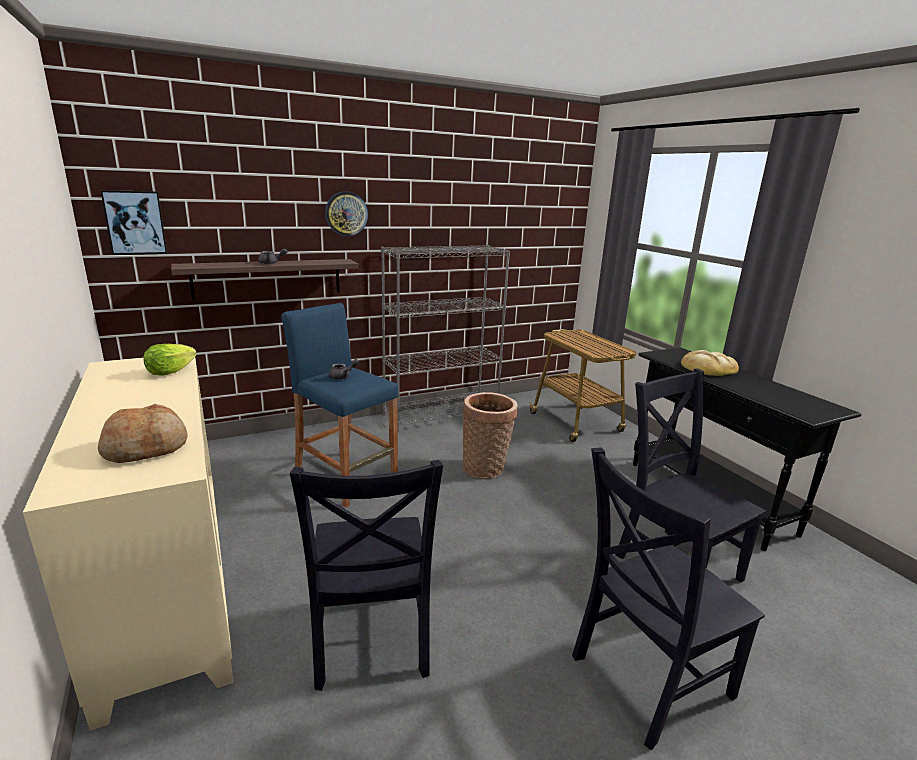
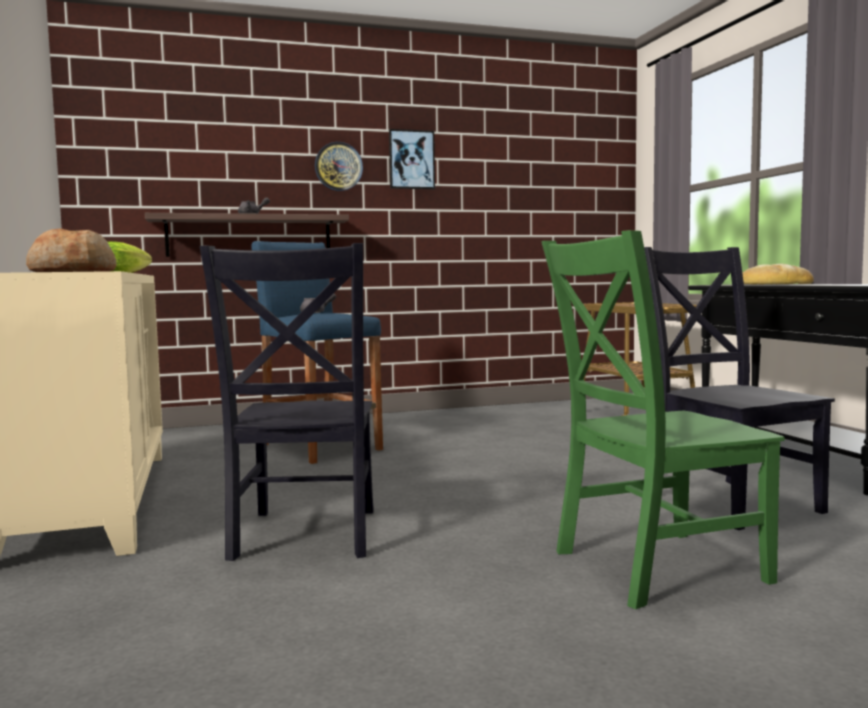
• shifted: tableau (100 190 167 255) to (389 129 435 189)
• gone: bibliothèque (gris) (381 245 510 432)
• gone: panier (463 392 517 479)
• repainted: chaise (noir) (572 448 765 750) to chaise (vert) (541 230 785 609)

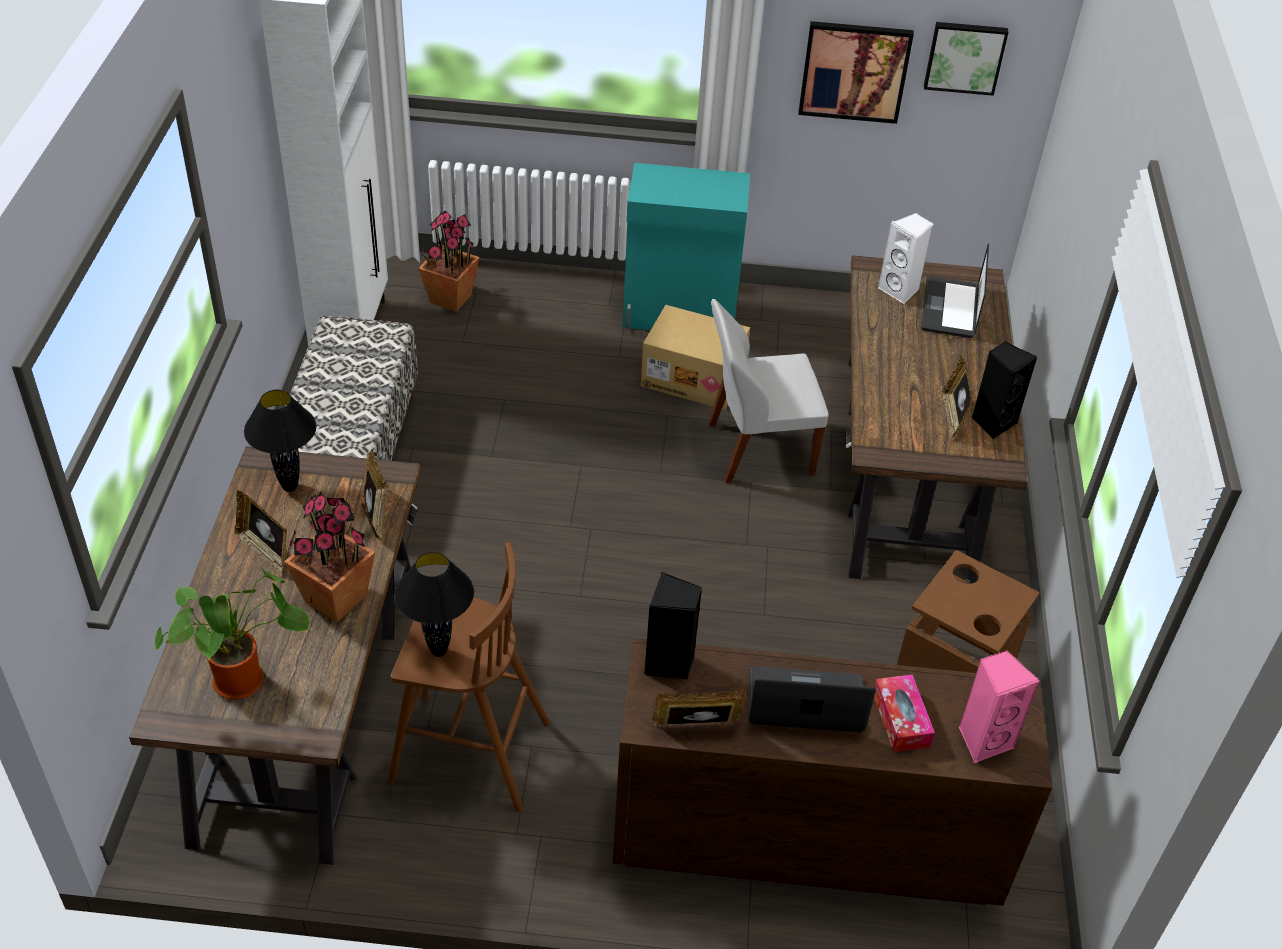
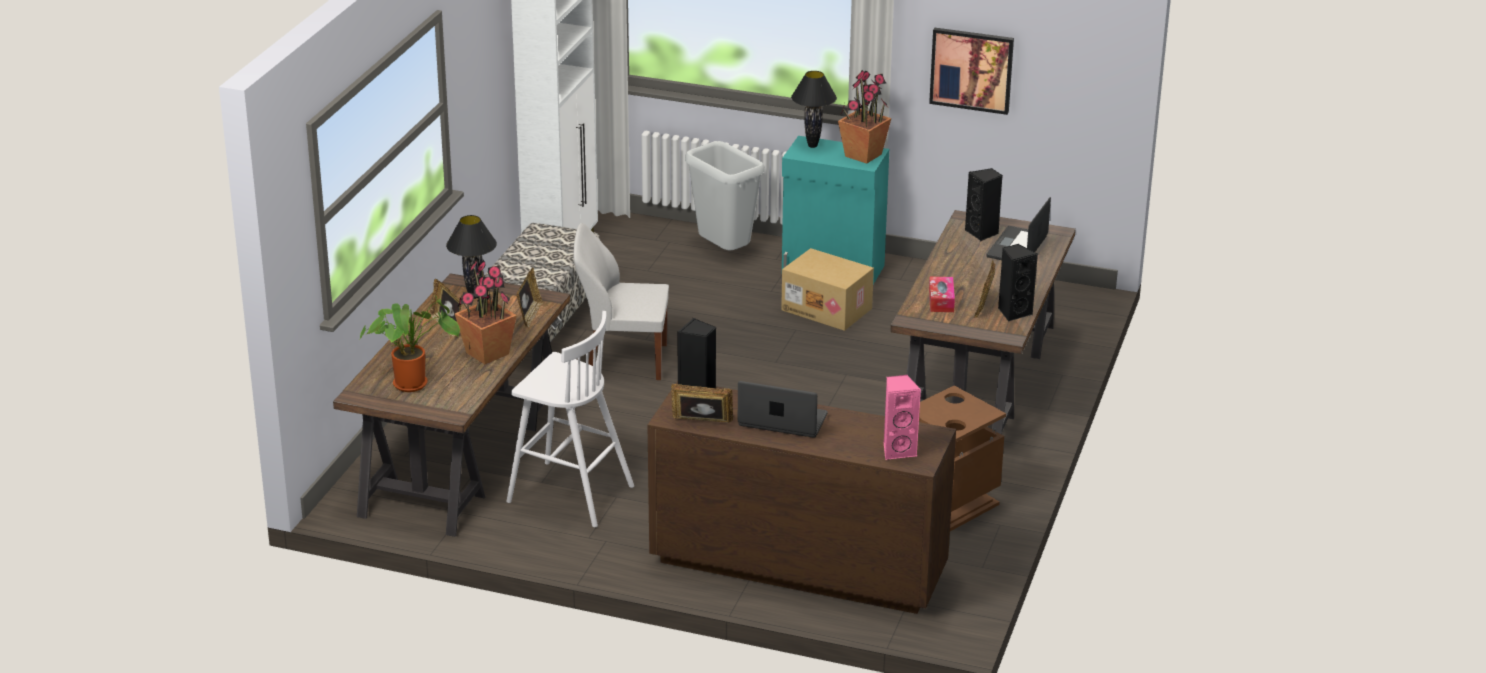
• repainted: tabouret (marron) (388 542 550 812) to tabouret (blanc) (506 311 634 527)
• shifted: lampe de table (noir) (395 552 474 657) to (791 71 837 148)
• shifted: plante en pot (418 210 479 312) to (838 70 891 164)
• shifted: chaise (blanc) (709 299 829 483) to (573 223 669 380)
• shifted: boîte à mouchoirs (874 674 935 752) to (929 276 955 312)
• repainted: enceinte (blanc) (878 213 933 304) to enceinte (noir) (965 168 1003 241)
• gone: tableau (924 22 1008 96)
• new: poubelle (gris) (685 141 765 250)

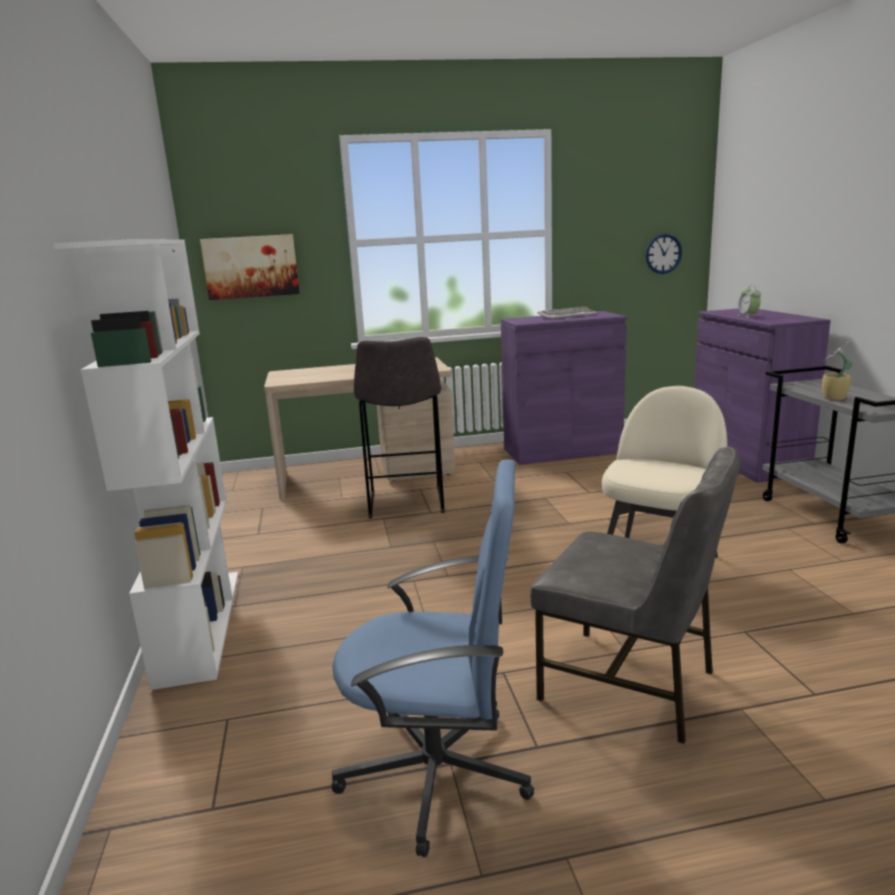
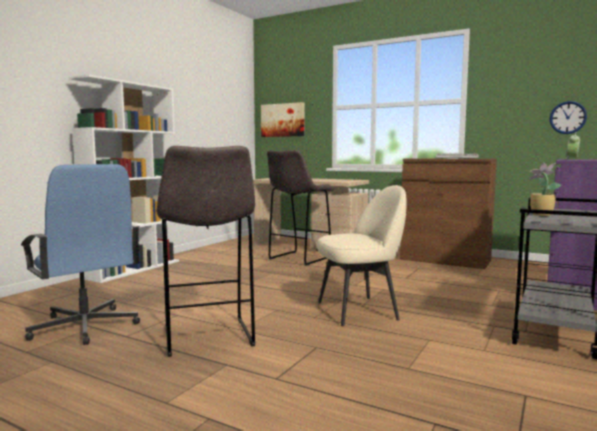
• repainted: meuble de rangement (violet) (501 311 627 465) to meuble de rangement (marron) (400 158 497 269)
• swapped: chaise (gris) (530 447 741 744) to tabouret (gris) (157 146 255 357)

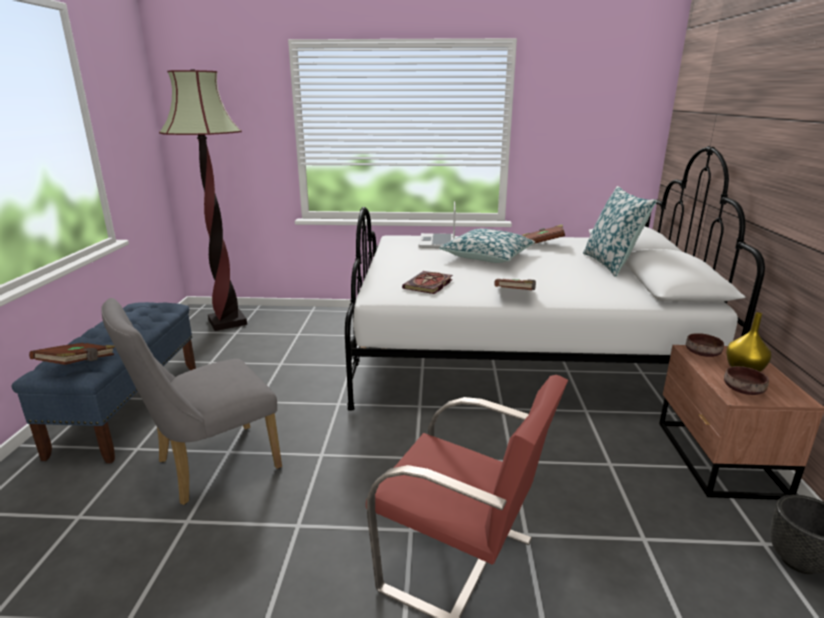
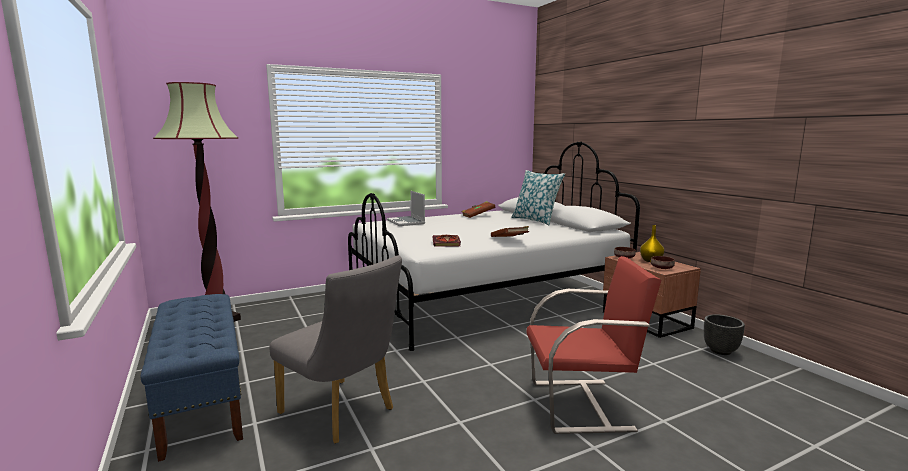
• gone: livre (marron) (29 343 115 365)
• rotated: chaise (gris) (101 298 282 505) = (269 256 402 444) 75 degrees counterclockwise
• gone: coussin (439 229 535 263)

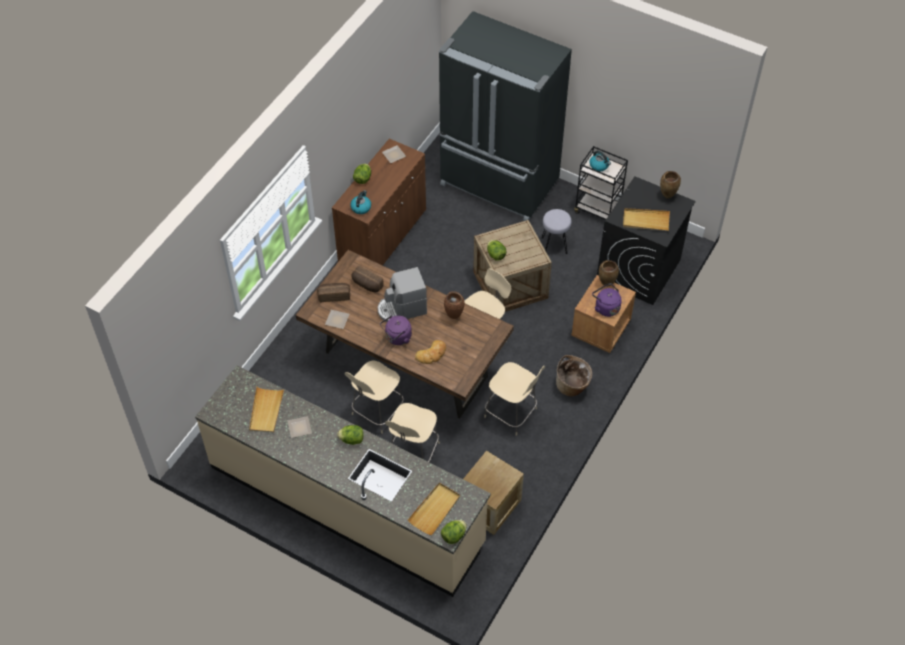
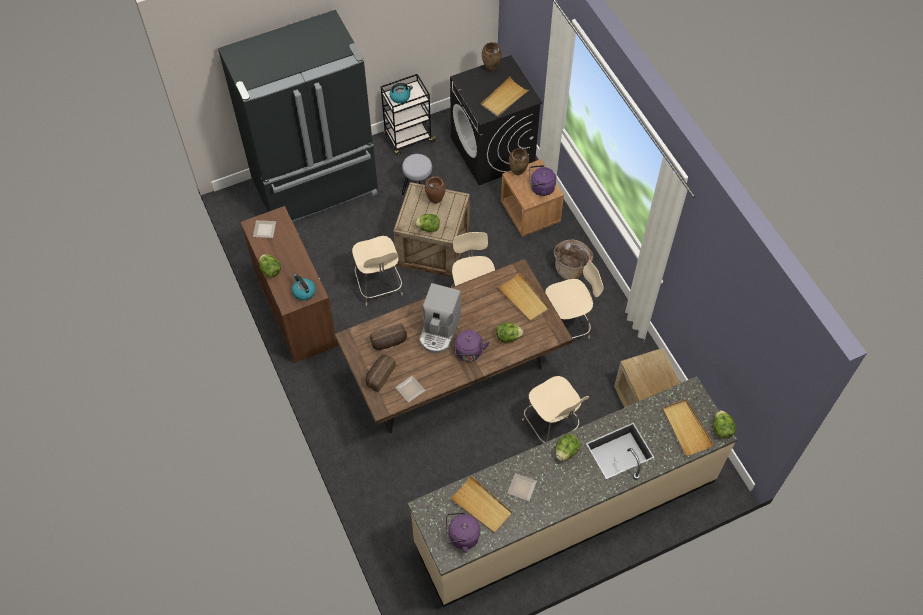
• shifted: chaise (beige) (345 360 404 434) to (352 236 403 306)
• swapped: pain (415 340 446 364) to laitue (496 322 523 342)
• shifted: vase (marron) (444 291 465 319) to (425 176 446 204)
• new: bouilloire (violet) (446 513 480 553)
• new: plateau (beige) (497 272 549 322)

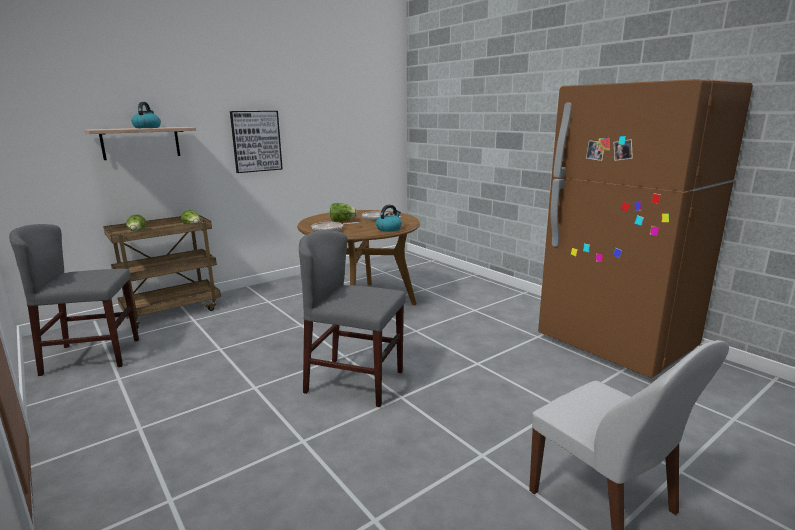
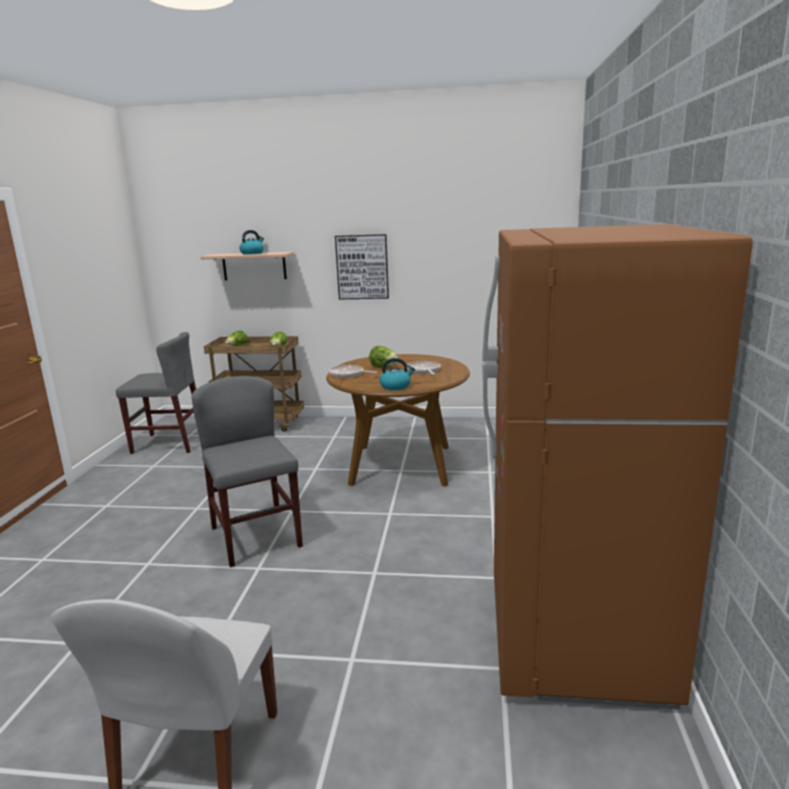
• rotated: chaise (gris) (9 224 139 376) = (116 332 196 454) 150 degrees clockwise

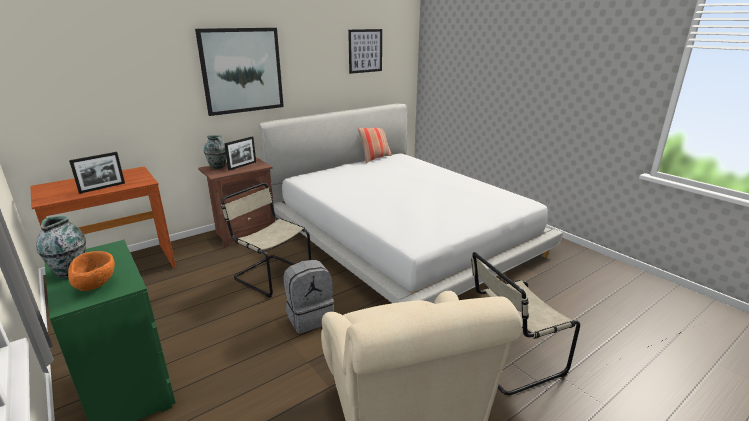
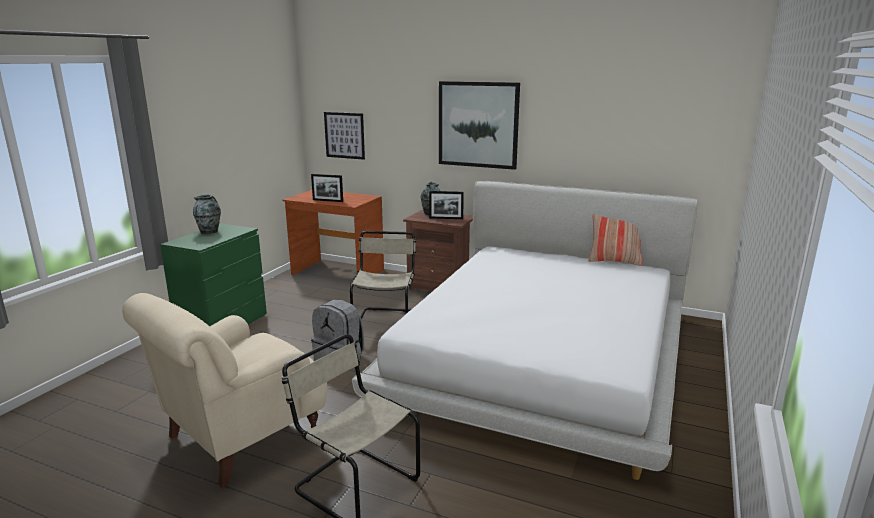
• gone: bol (orange) (68 251 115 291)
• shifted: tableau (348 29 382 74) to (324 112 365 160)

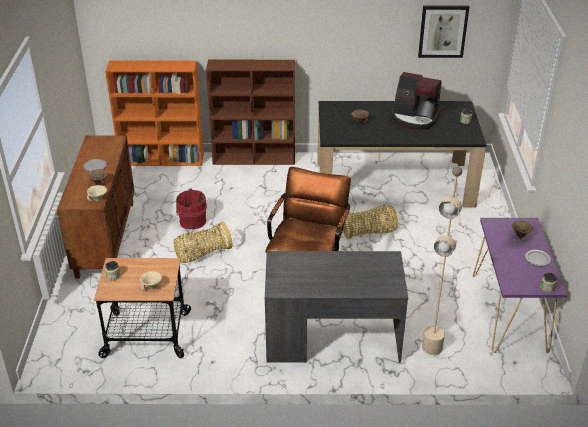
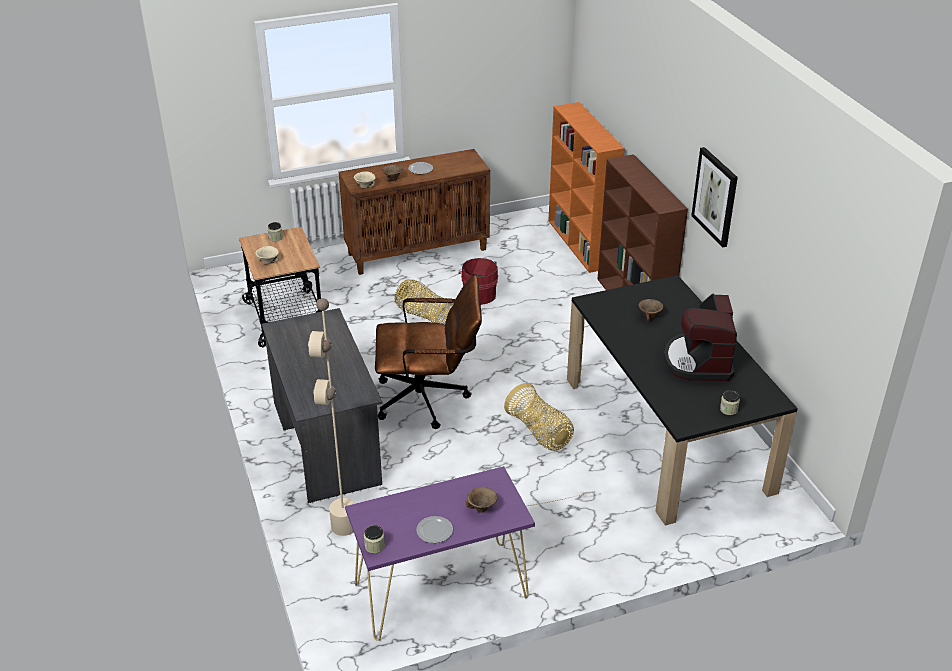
• shifted: tableau (418 6 469 58) to (691 147 738 248)

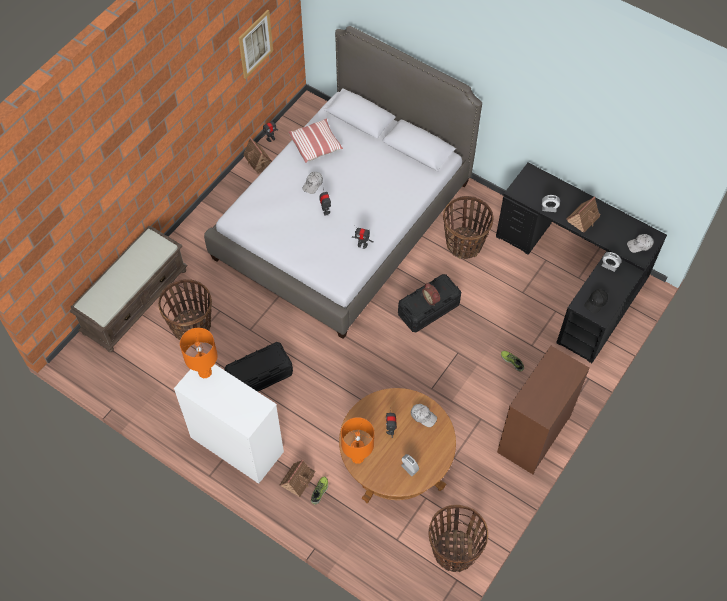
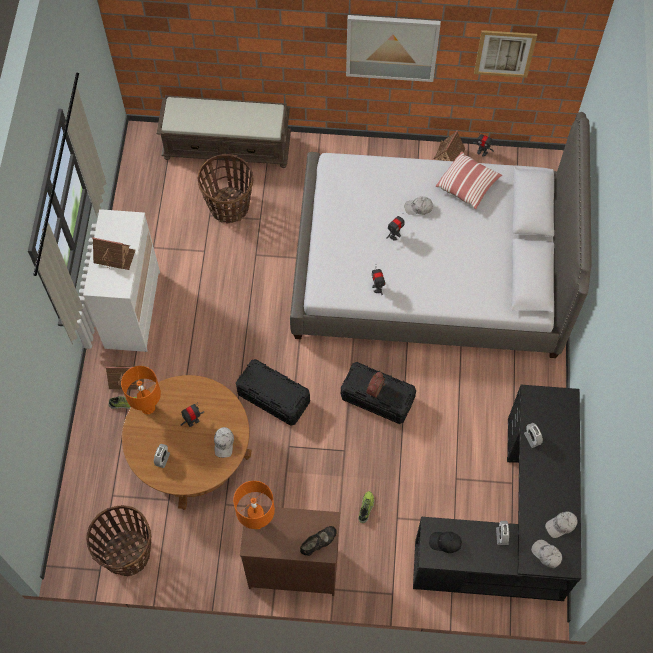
• shifted: lampe de table (orange) (180 328 218 378) to (233 481 275 529)
• shifted: boîte de rangement (noir) (224 342 293 392) to (236 359 310 426)
• gone: panier (443 196 493 259)
• shifted: maison miniature (567 196 601 232) to (92 237 135 270)
• new: chaussure (noir) (300 526 337 556)
• new: tableau (346 15 441 82)
• new: casquette (blanc) (545 512 578 538)

